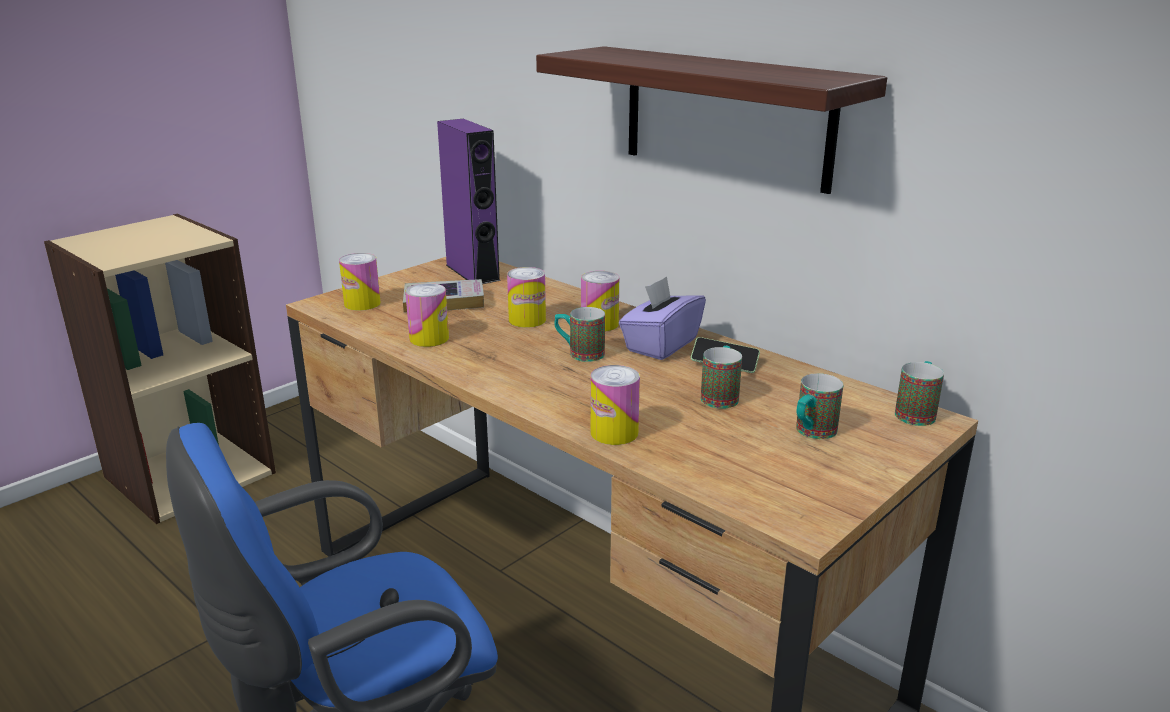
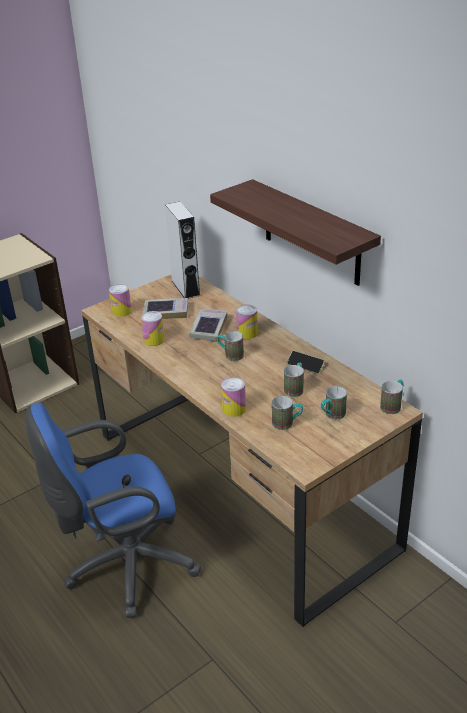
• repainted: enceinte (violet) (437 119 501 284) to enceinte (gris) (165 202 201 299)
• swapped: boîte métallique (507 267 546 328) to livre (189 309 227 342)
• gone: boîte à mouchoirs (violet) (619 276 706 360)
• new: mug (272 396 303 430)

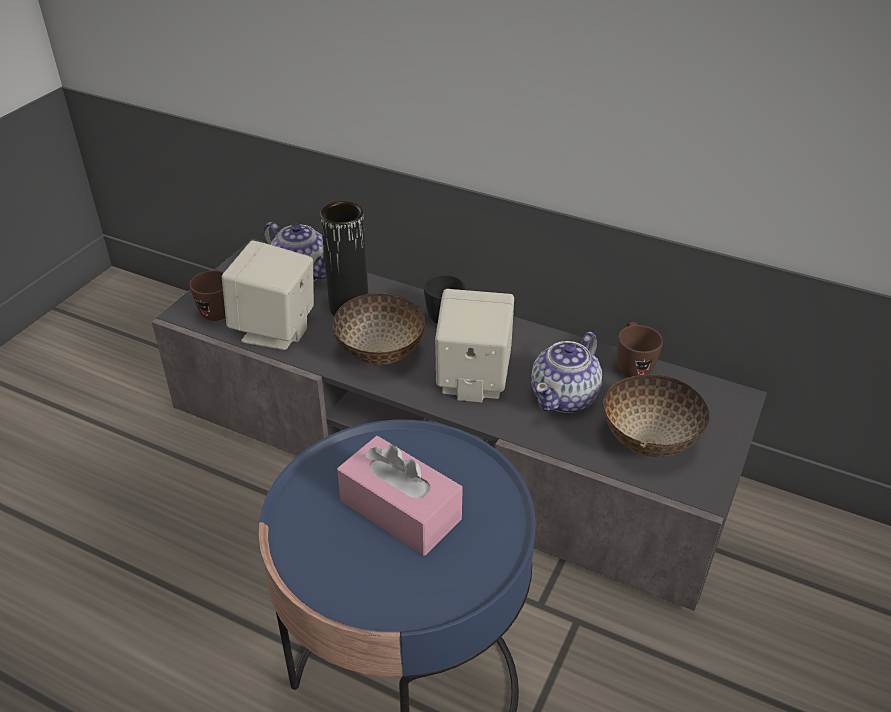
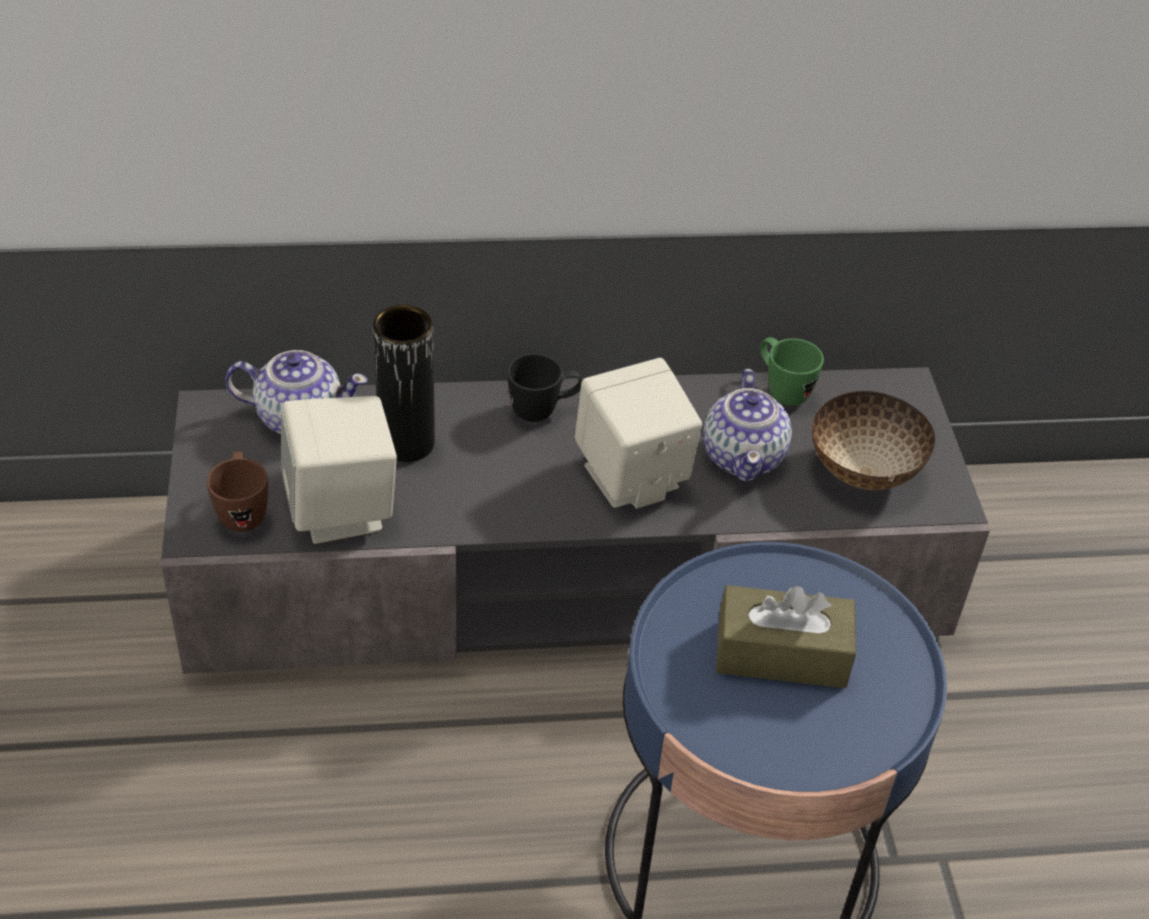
• gone: bol (332 293 425 365)
• repainted: boîte à mouchoirs (rose) (337 436 463 556) to boîte à mouchoirs (marron) (716 585 856 688)
• repainted: mug (marron) (617 322 663 377) to mug (vert) (760 337 824 406)

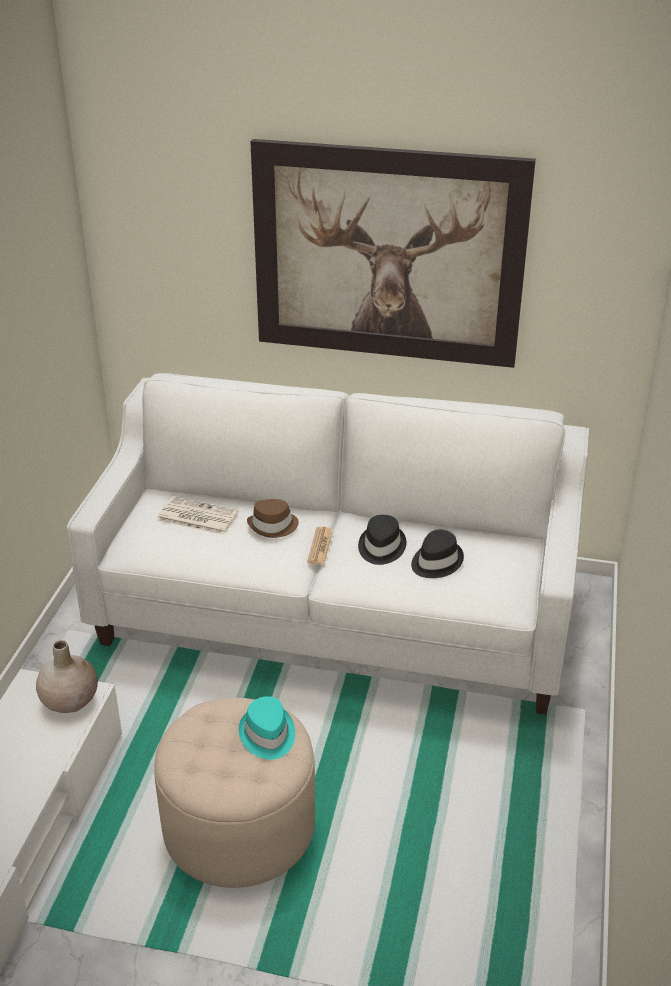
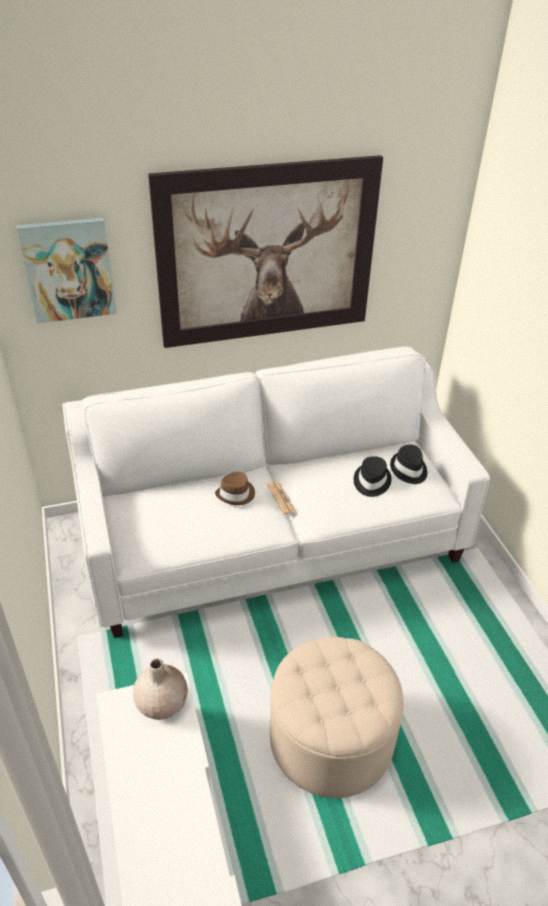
• gone: journal (157 497 239 535)
• gone: chapeau (turquoise) (239 696 295 760)
• shifted: chapeau (noir) (358 515 406 565) to (390 445 427 484)
• new: tableau (17 218 117 323)

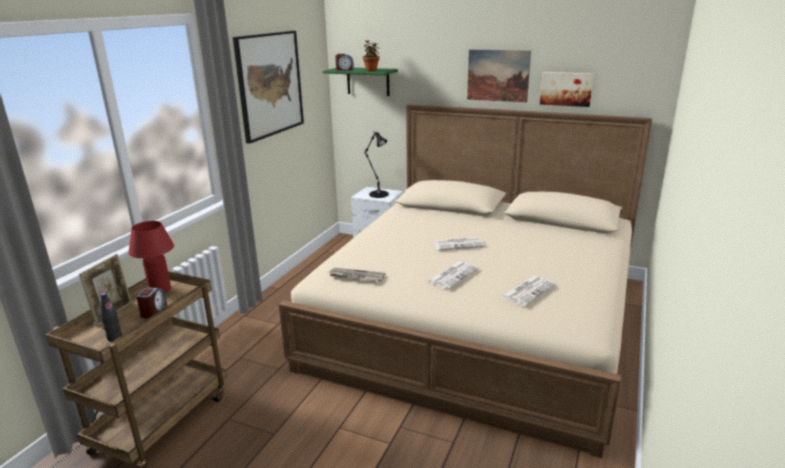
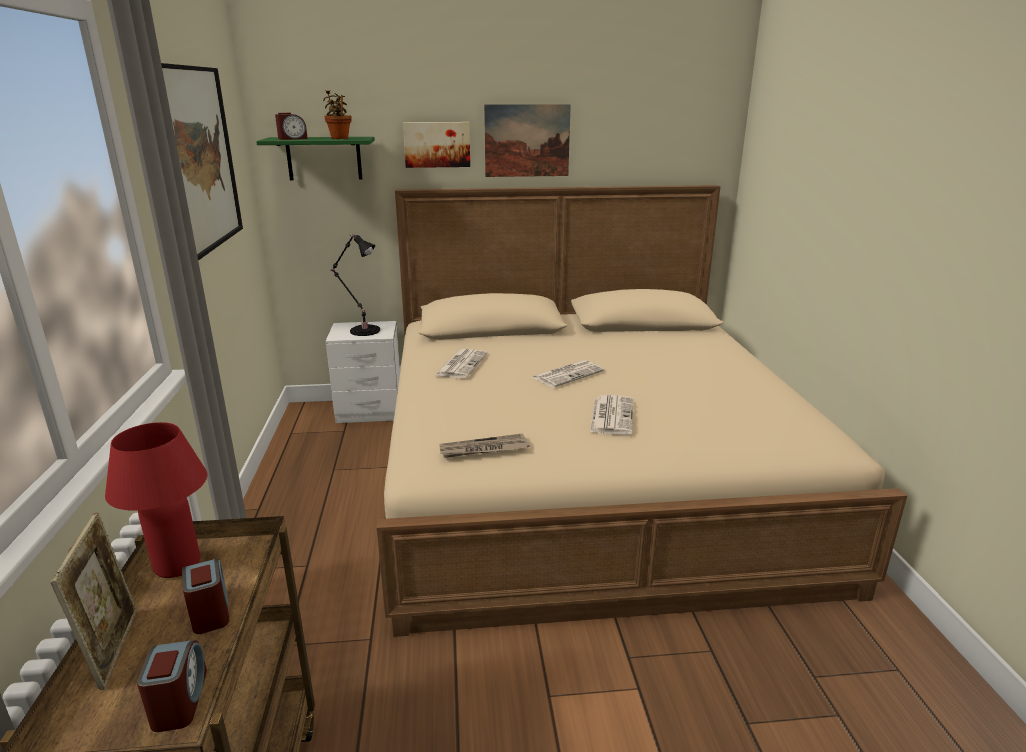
• swapped: bouteille (noir) (100 293 122 342) to réveil (137 640 207 732)
• shifted: journal (501 276 556 306) to (435 349 487 378)
• shifted: tableau (540 72 594 107) to (403 122 470 168)

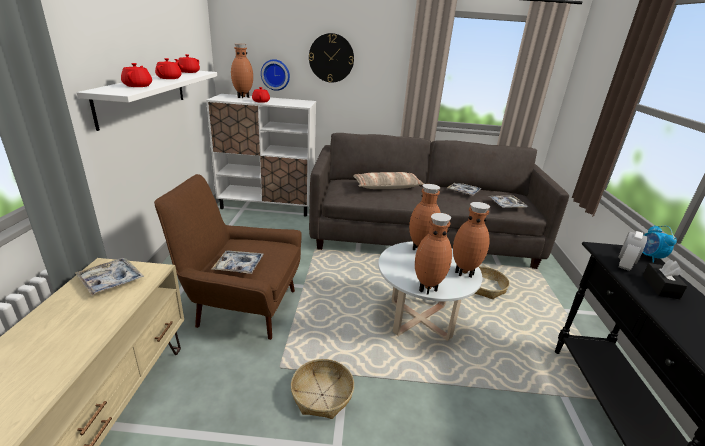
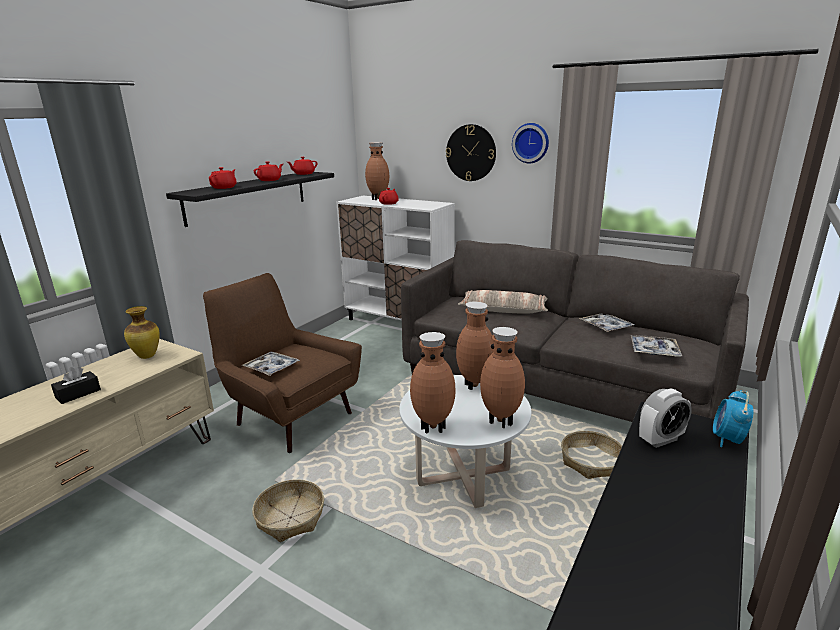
• swapped: plateau (75 258 144 295) to vase (124 306 160 359)
• repainted: étagère (blanc) (76 71 217 131) to étagère (noir) (166 172 334 227)
• shifted: horloge murale (261 59 290 91) to (512 123 549 163)
• shifted: boîte à mouchoirs (noir) (642 260 688 299) to (51 367 101 404)

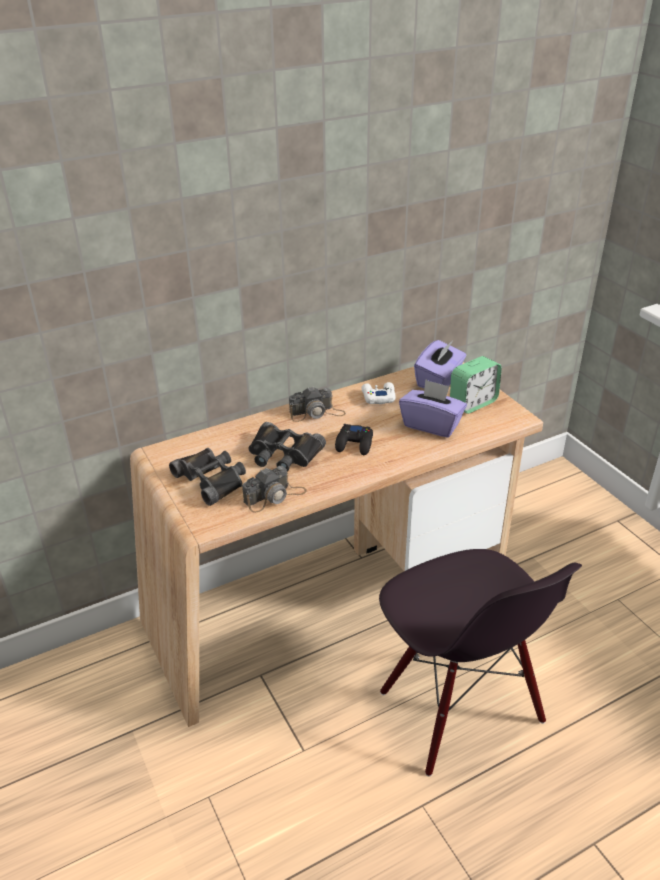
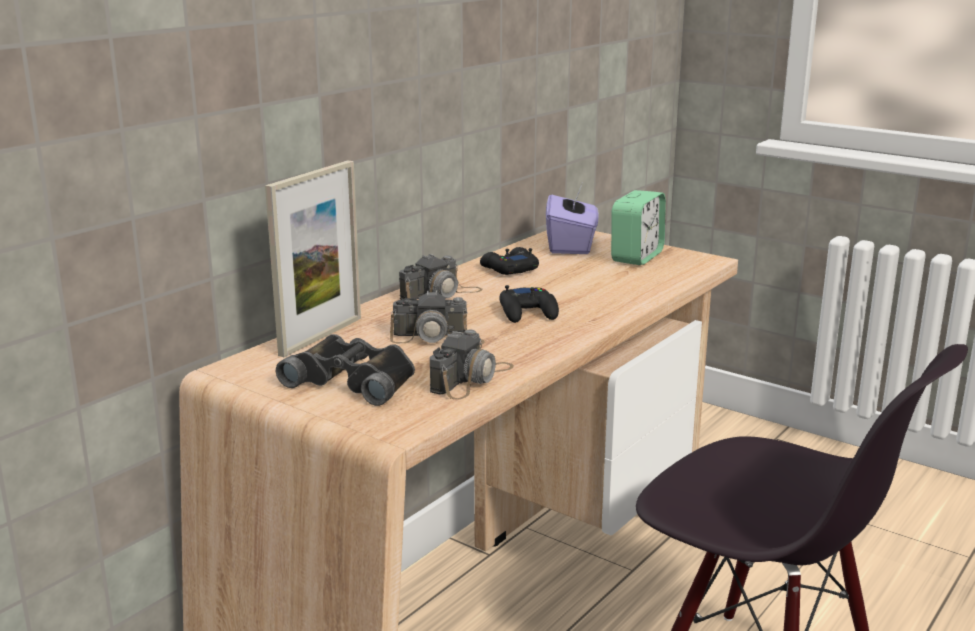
• swapped: jumelles (noir) (248 422 326 472) to appareil photo (390 290 485 344)
• repainted: manette (blanc) (361 382 396 404) to manette (noir) (480 247 539 275)
• gone: boîte à mouchoirs (violet) (399 379 467 438)
• new: cadre photo (265 160 361 357)

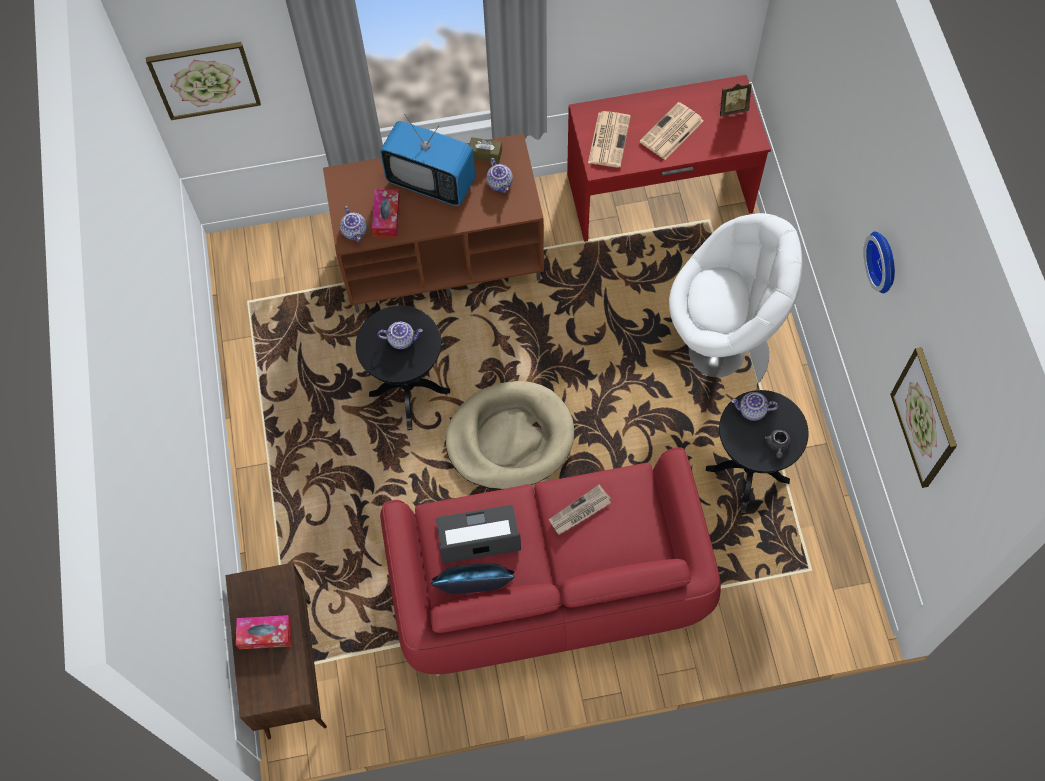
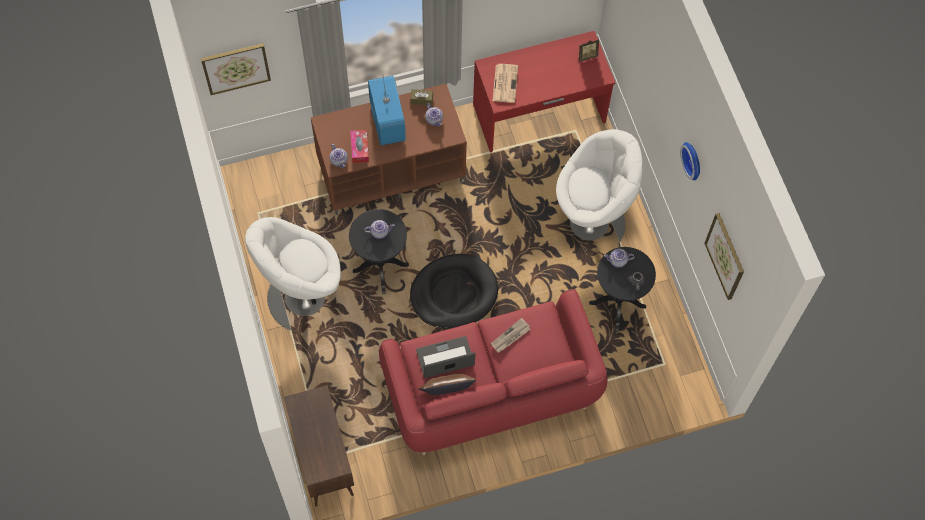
• gone: boîte à mouchoirs (236 615 292 649)
• rotated: téléviseur (380 114 475 206) = (368 74 406 145) 120 degrees counterclockwise
• repainted: coussin (bleu) (431 563 515 594) to coussin (marron) (418 374 476 395)
• repainted: panier pour chien (beige) (446 381 574 490) to panier pour chien (noir) (410 254 498 329)
• gone: journal (639 102 703 160)
• new: fauteuil (blanc) (245 217 341 330)

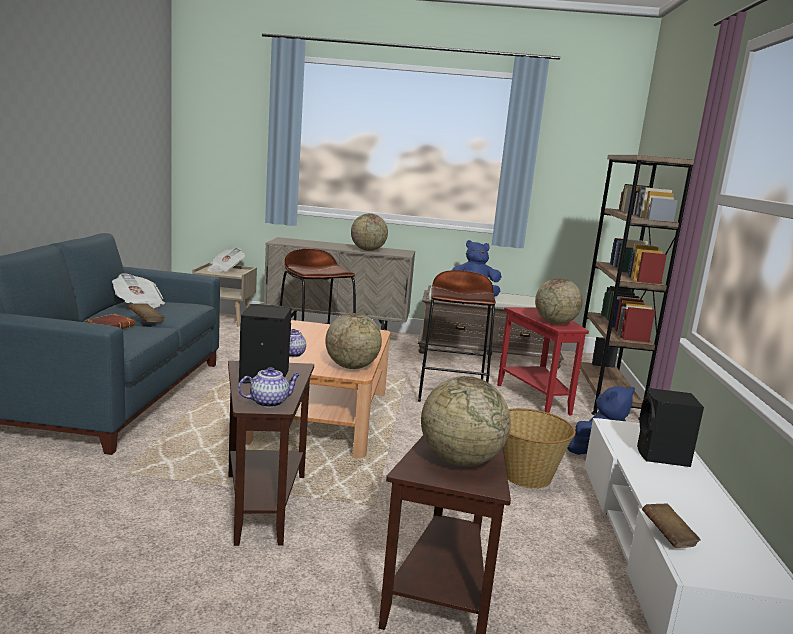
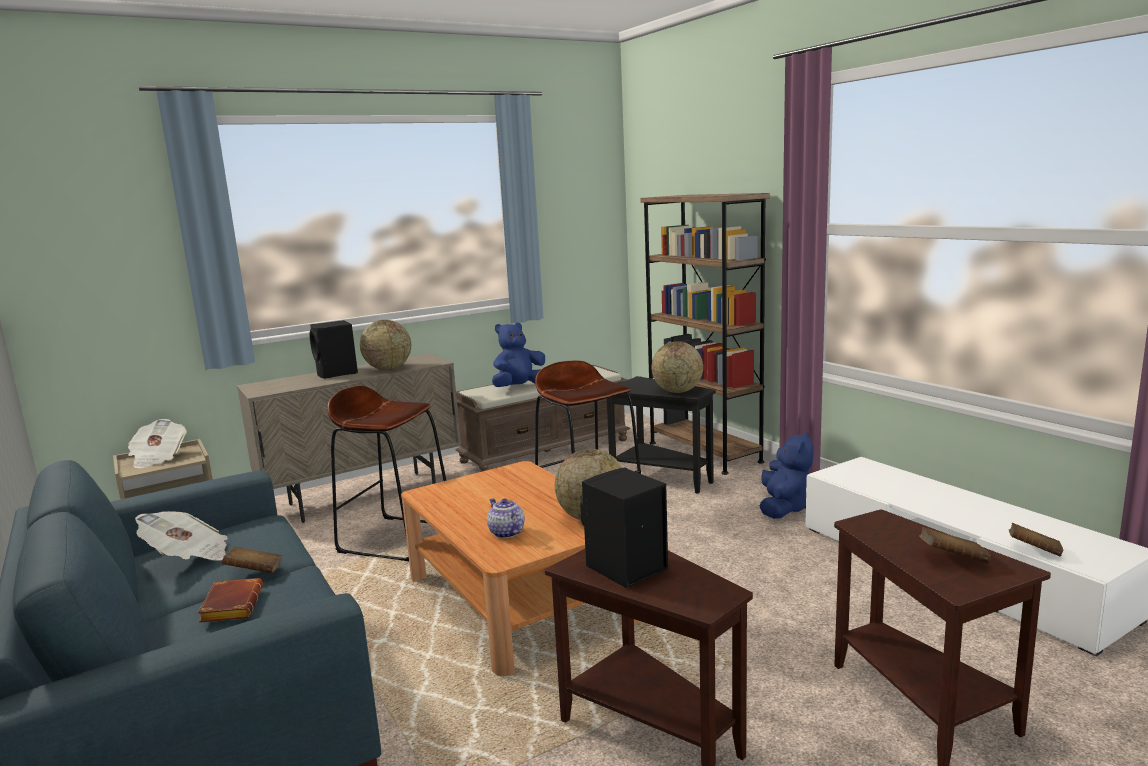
• gone: théière (238 367 301 407)
• swapped: globe (421 376 510 467) to livre (marron) (919 527 991 563)
• repainted: table d'appoint (rouge) (497 307 589 415) to table d'appoint (noir) (607 376 716 494)
• gone: panier (503 408 576 489)
• shifted: enceinte (noir) (637 388 704 467) to (310 320 358 379)

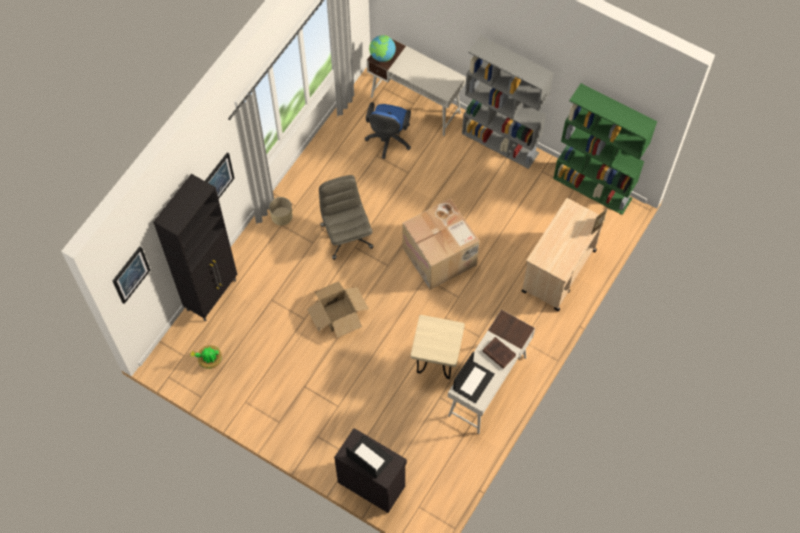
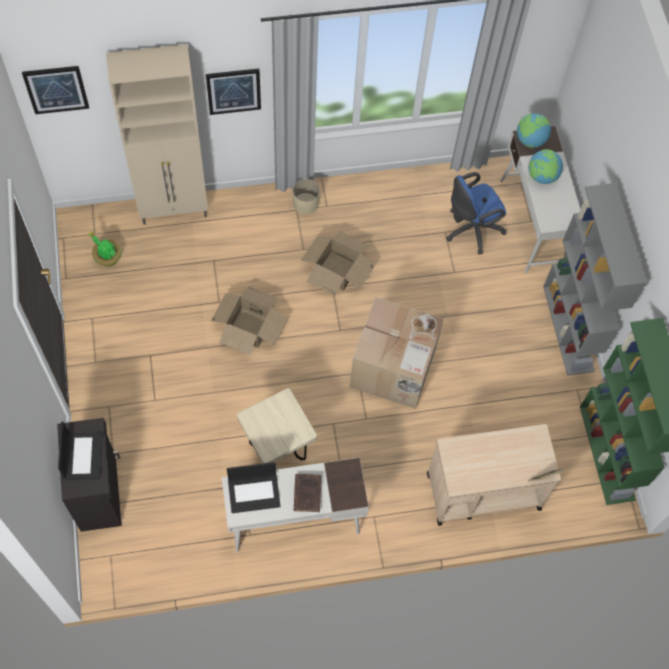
• repainted: meuble de rangement (noir) (153 174 237 322) to meuble de rangement (beige) (106 44 208 224)
• swapped: chaise de bureau (gris) (319 175 374 260) to carton (301 231 375 296)
• new: globe (529 149 563 184)

